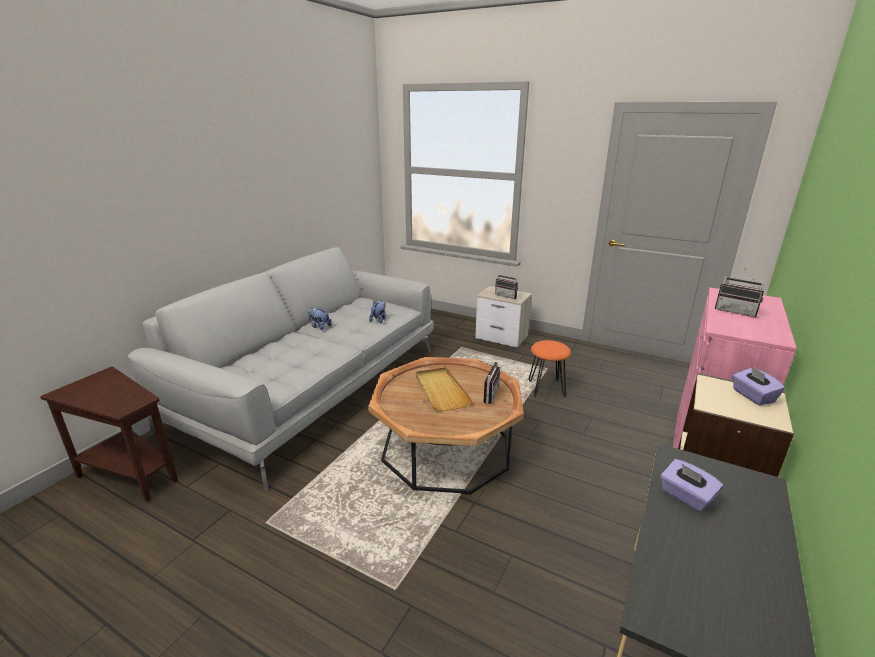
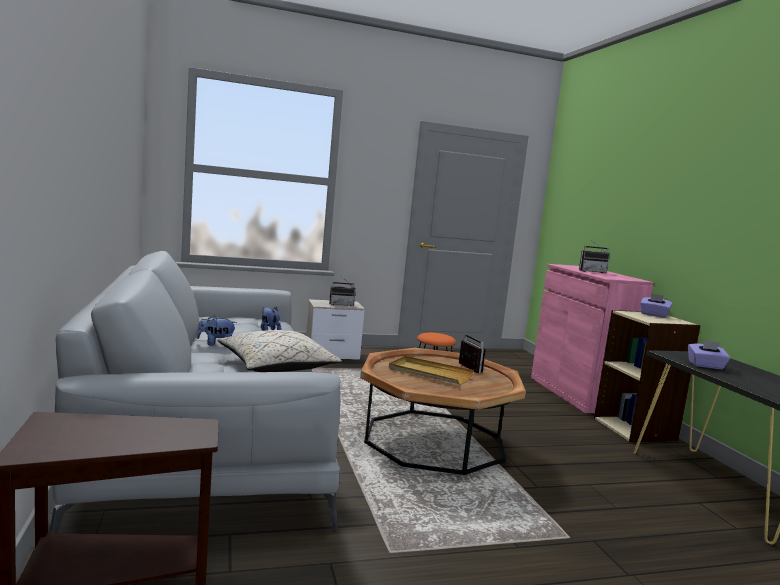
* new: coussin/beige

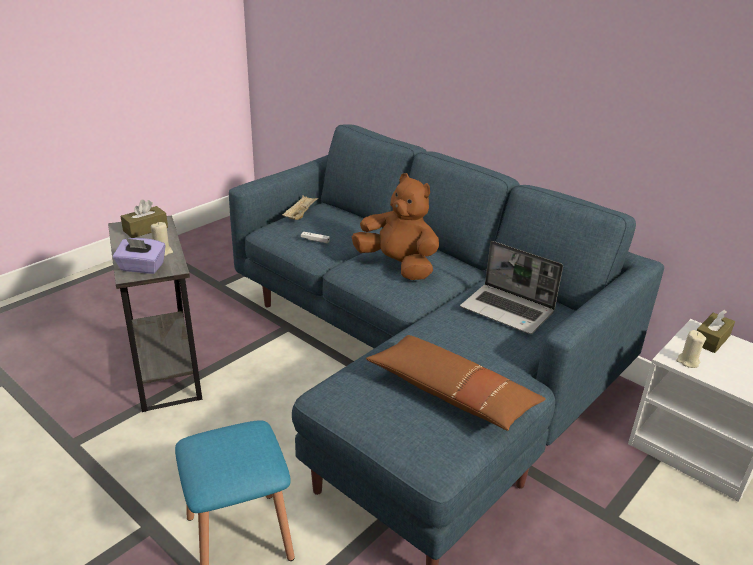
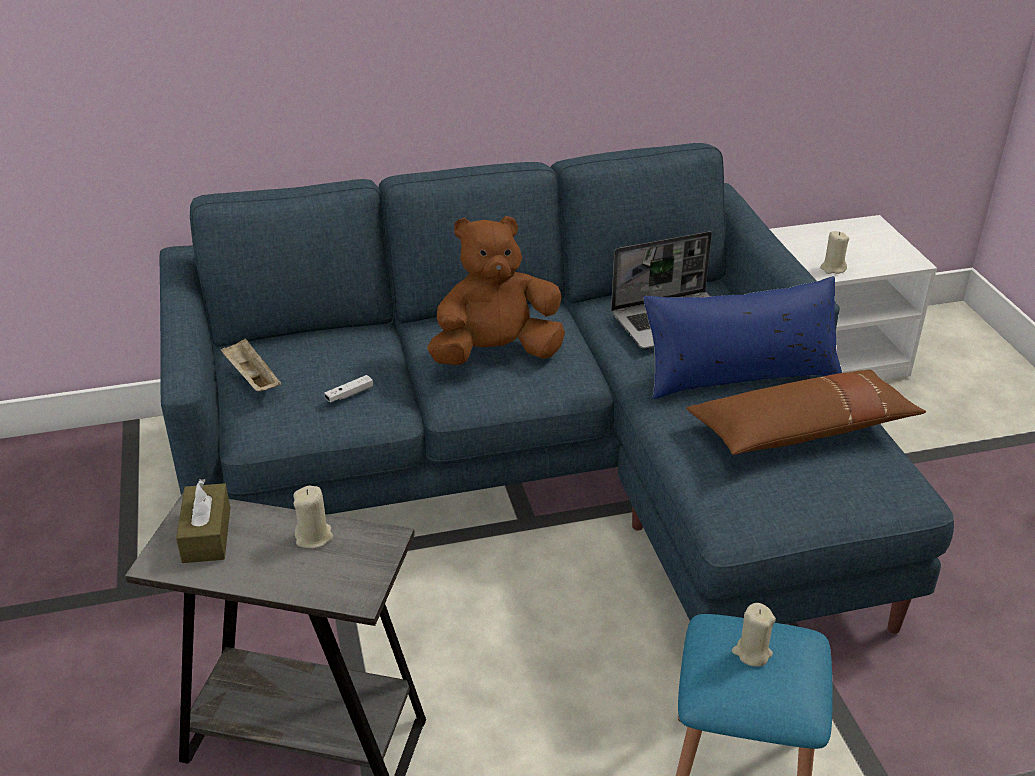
* gone: boîte à mouchoirs/violet
* gone: boîte à mouchoirs/marron (no. 2 from left)
* new: coussin/bleu
* new: bougie/beige (no. 2 from left)

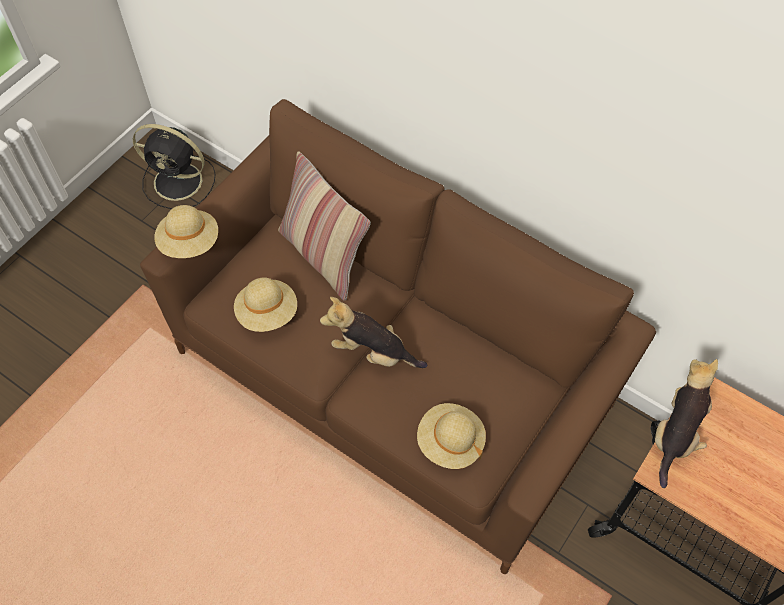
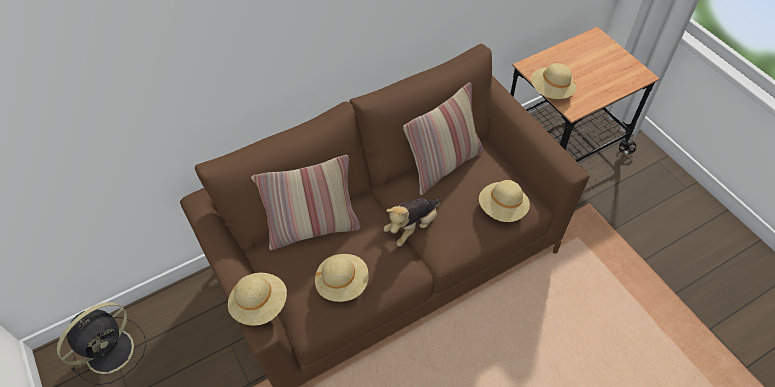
* new: coussin (no. 2 from left)
* swapped: peluche (no. 2 from left) to chapeau/beige (no. 4 from left)

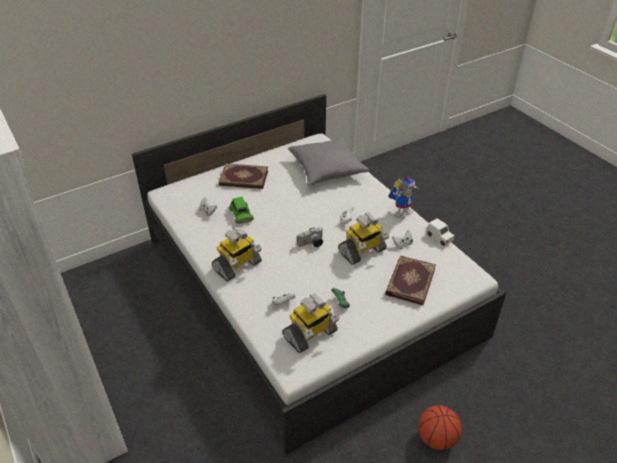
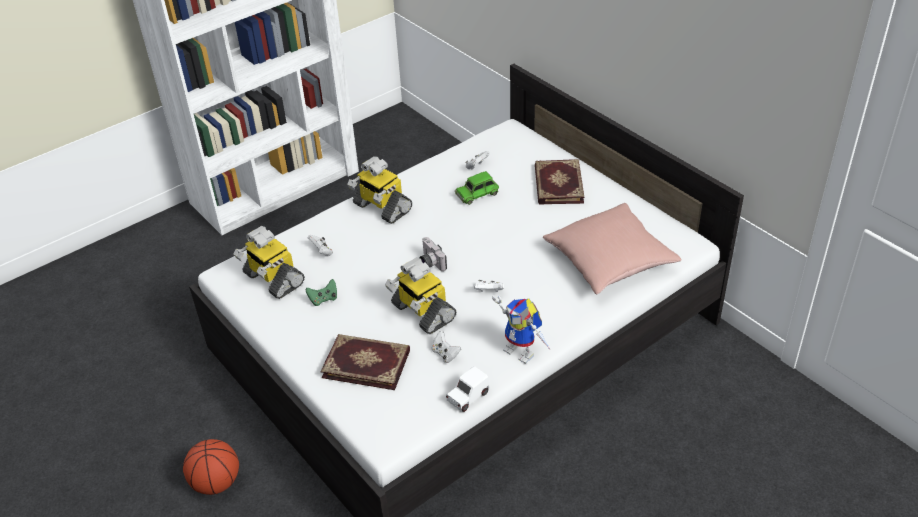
* repainted: coussin/gris to coussin/rose

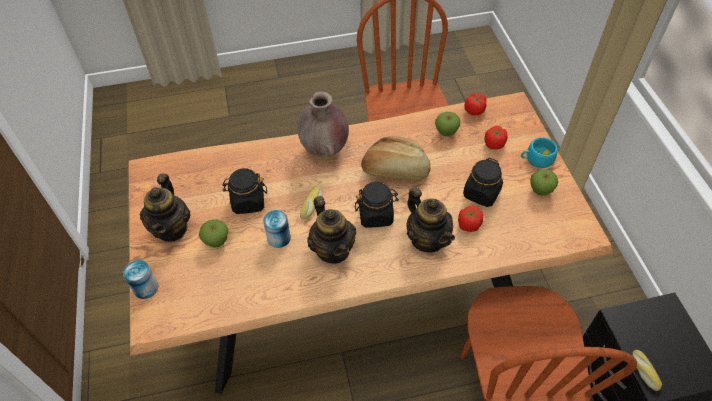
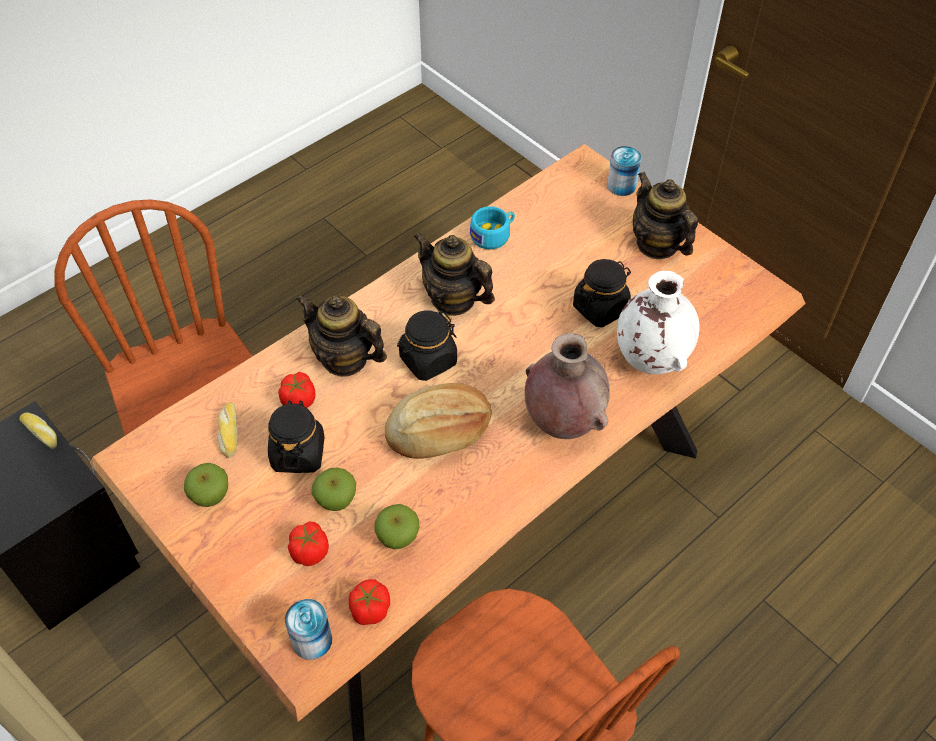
* new: vase/blanc
* shifted: pomme (no. 1 from left in the first image) to pomme (no. 2 from left)
* shifted: boîte métallique (no. 2 from left in the first image) to boîte métallique (no. 1 from left)
* shifted: pain (no. 1 from left in the first image) to pain (no. 2 from left)
* shifted: tasse/turquoise

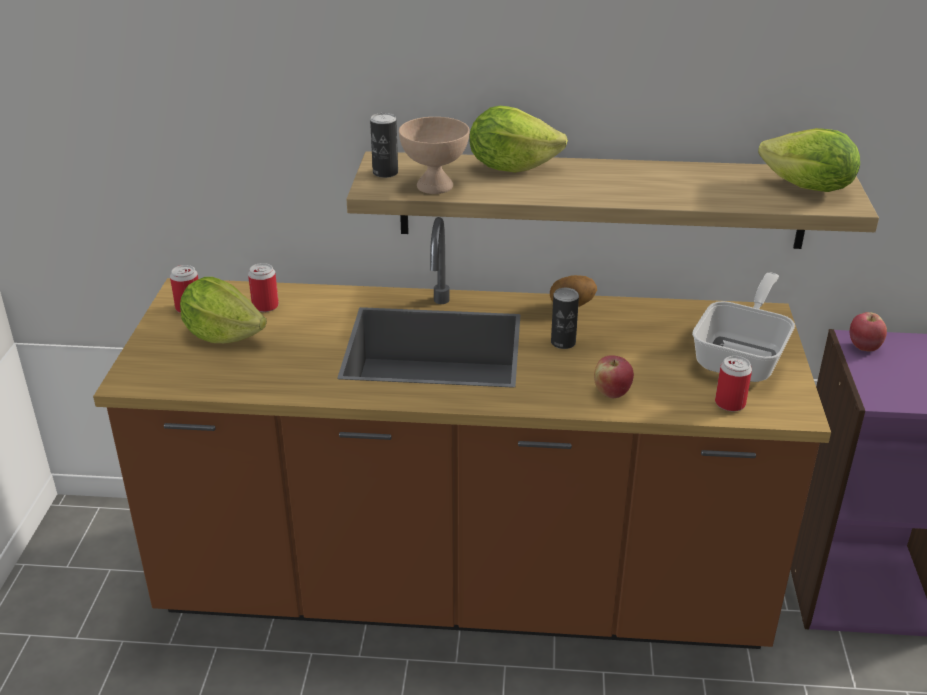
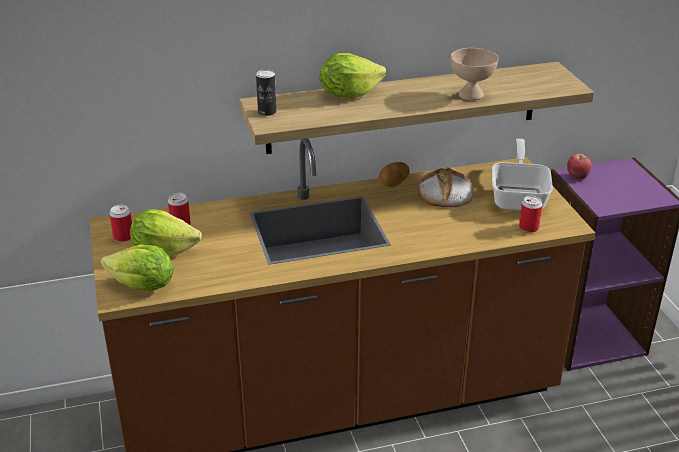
* gone: boîte métallique (no. 4 from left)
* gone: pomme (no. 1 from left)
* new: pain
* shifted: bol/beige
* shifted: laitue (no. 3 from left in the first image) to laitue (no. 1 from left)

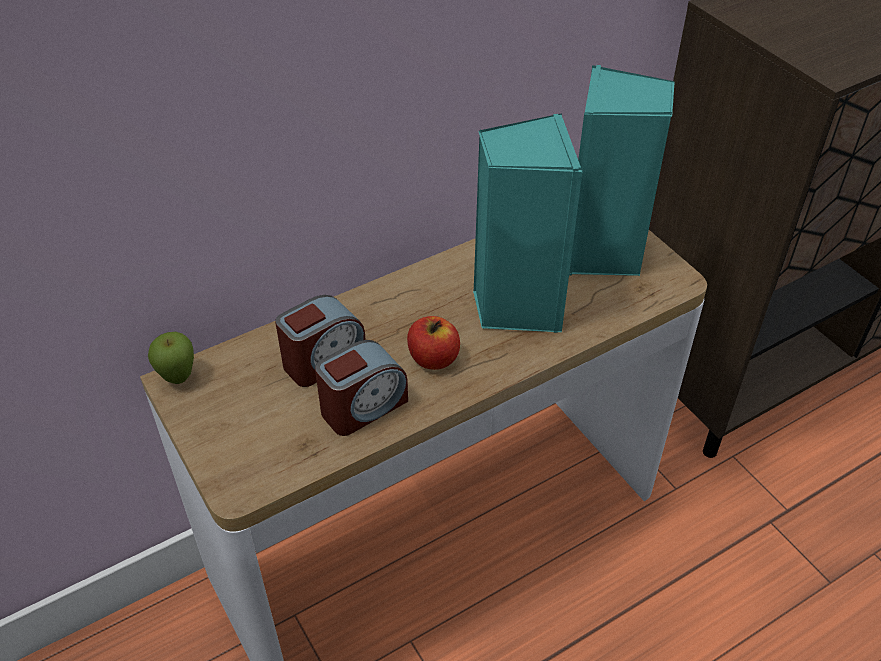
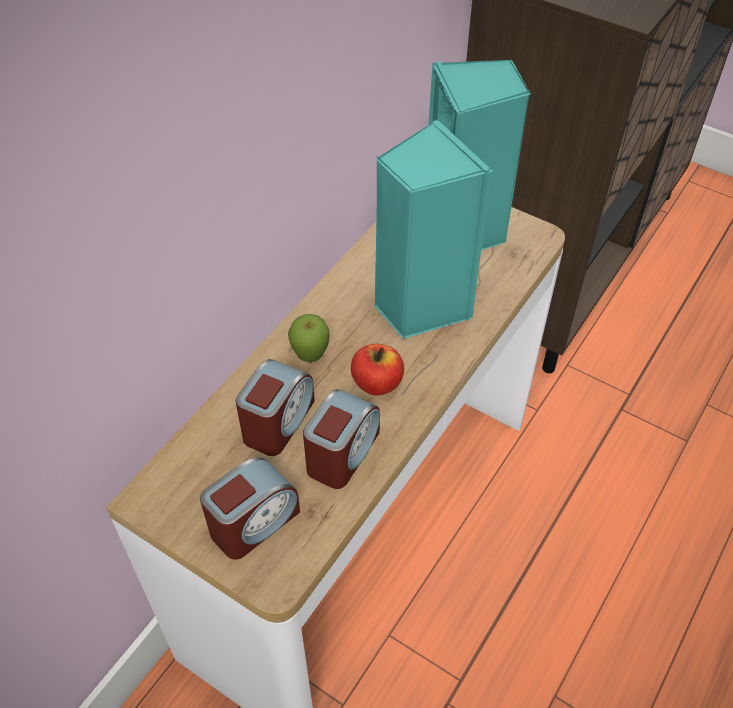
* new: réveil (no. 1 from left)
* shifted: pomme (no. 1 from left)

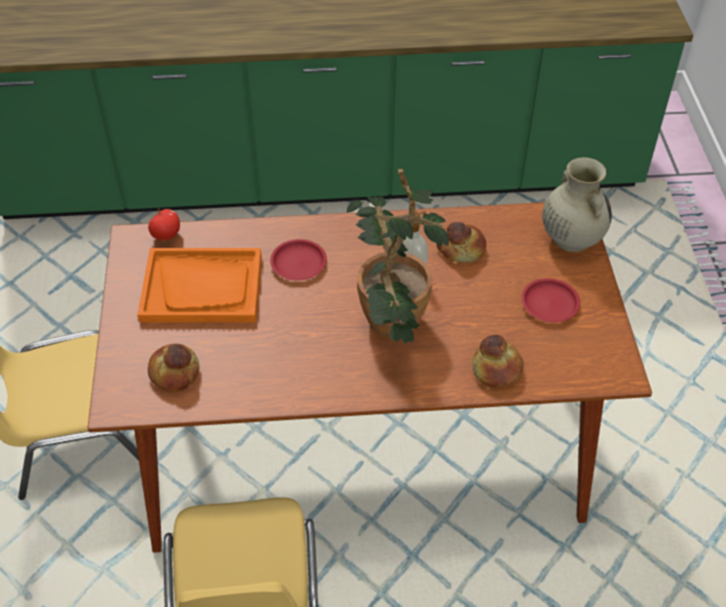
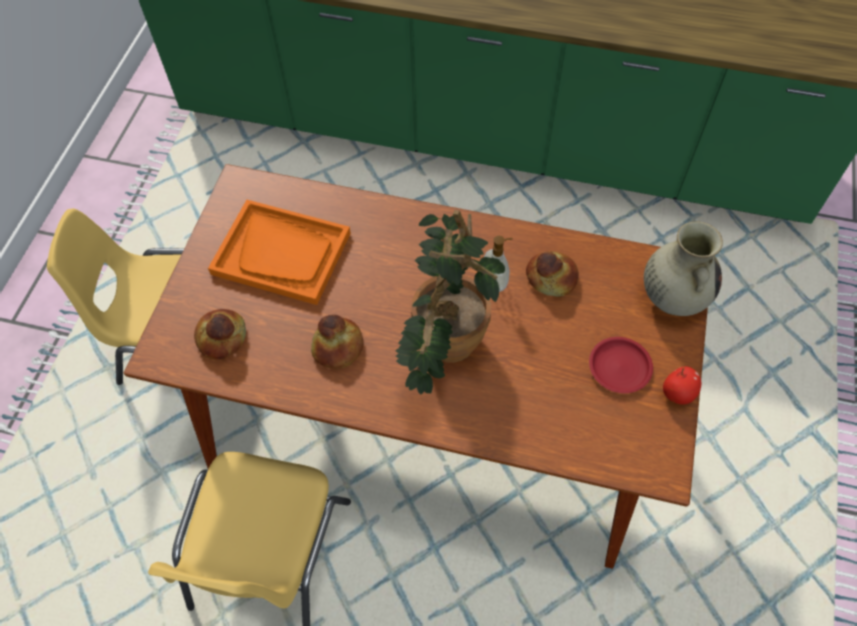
* gone: assiette/rouge (no. 1 from left)
* shifted: pomme
* shifted: pain (no. 3 from left in the first image) to pain (no. 2 from left)

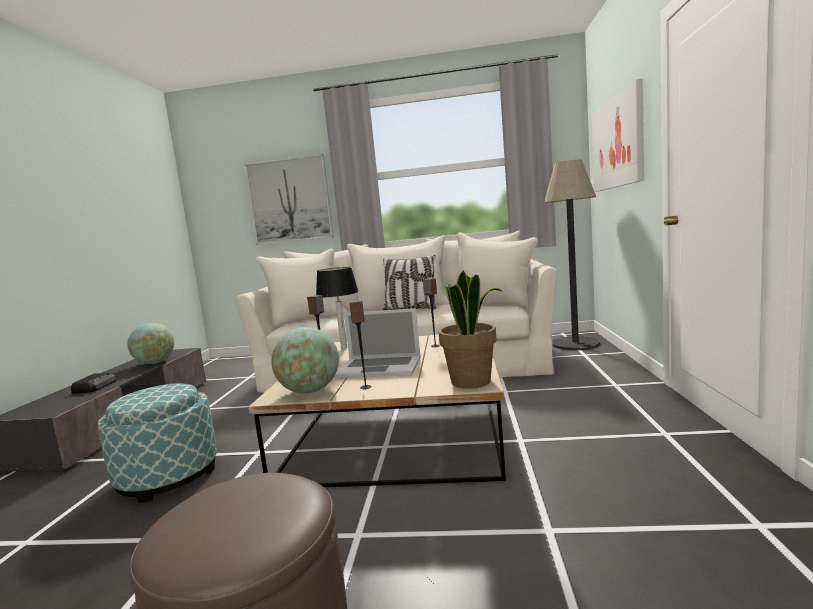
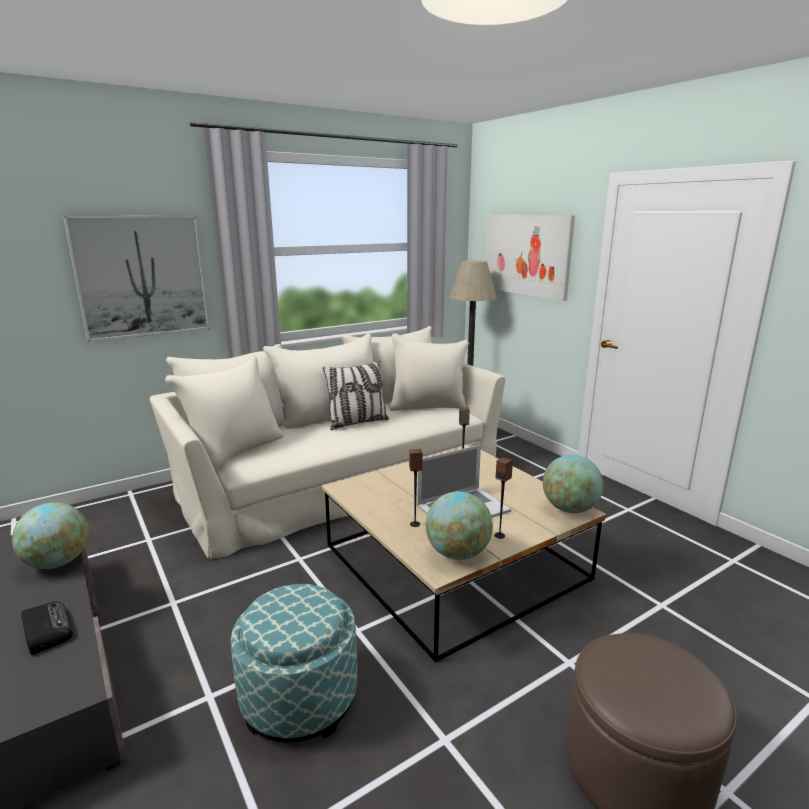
* gone: lampe de table
* swapped: plante en pot to globe (no. 3 from left)

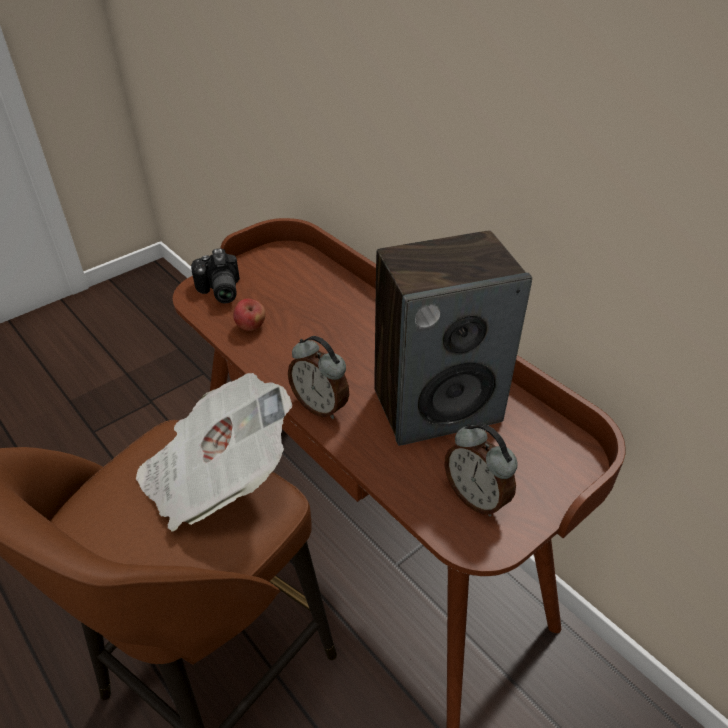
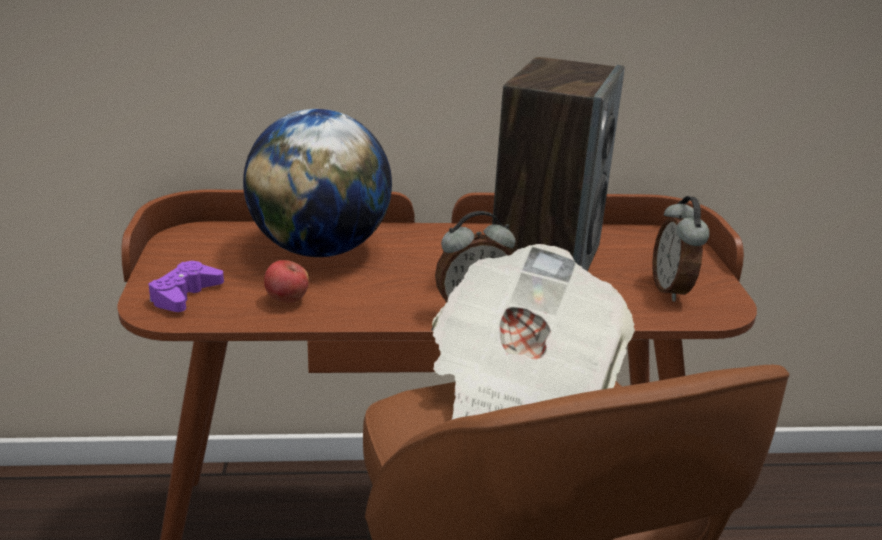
* new: globe
* swapped: appareil photo to manette/violet
* rotated: réveil (no. 2 from left) 90 degrees clockwise

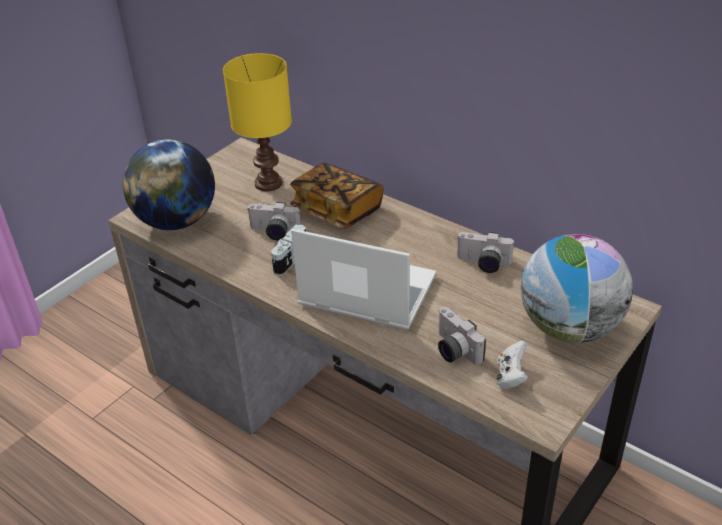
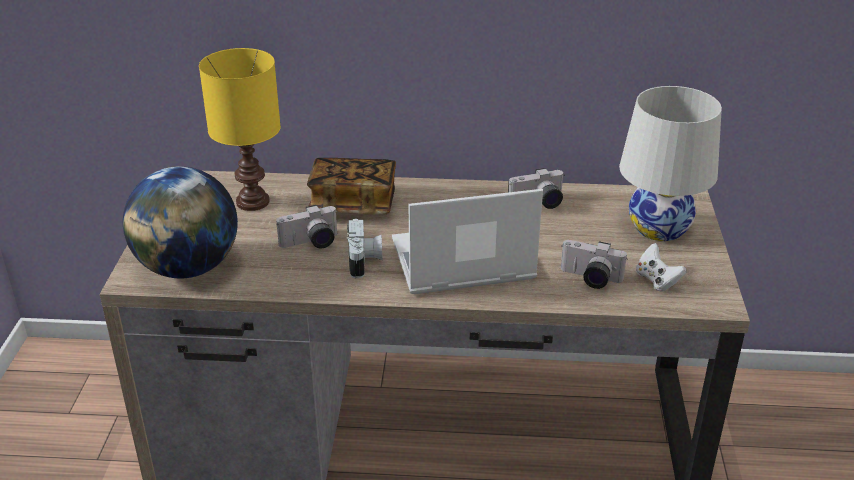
* swapped: globe (no. 2 from left) to lampe de table/blanc

